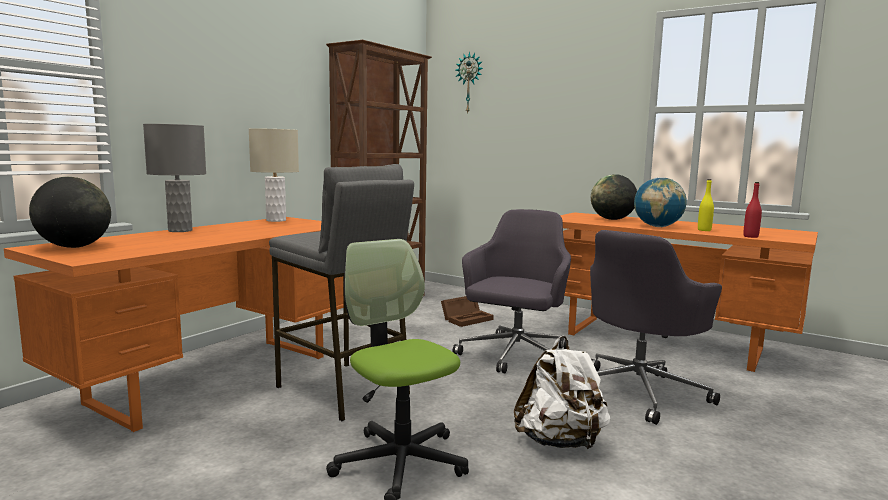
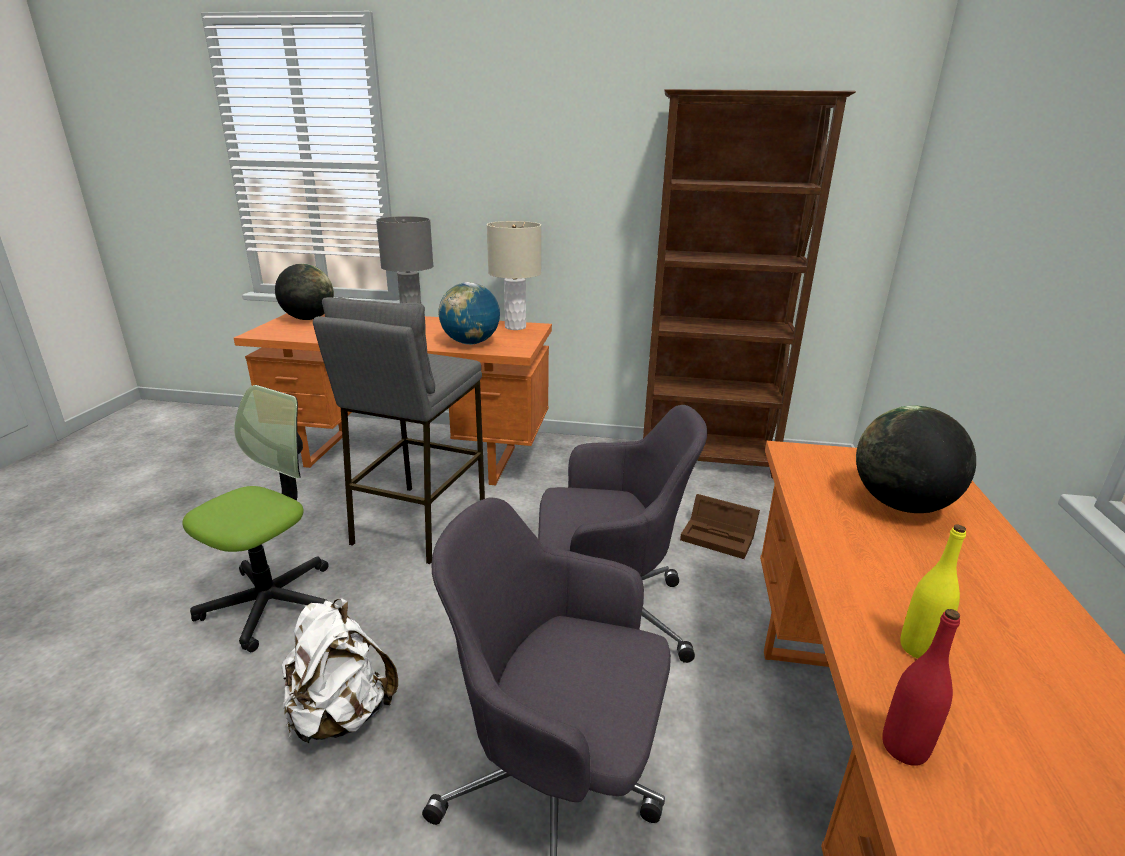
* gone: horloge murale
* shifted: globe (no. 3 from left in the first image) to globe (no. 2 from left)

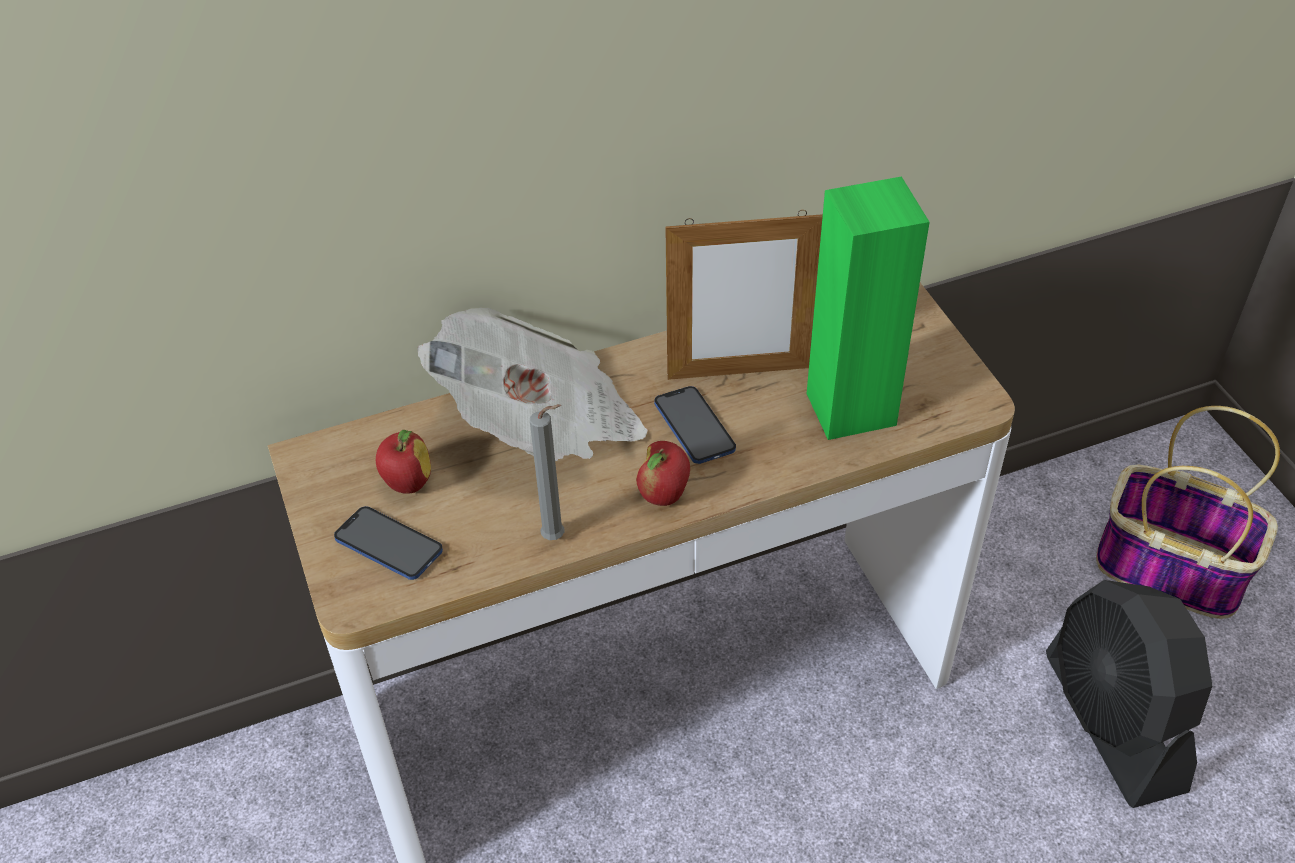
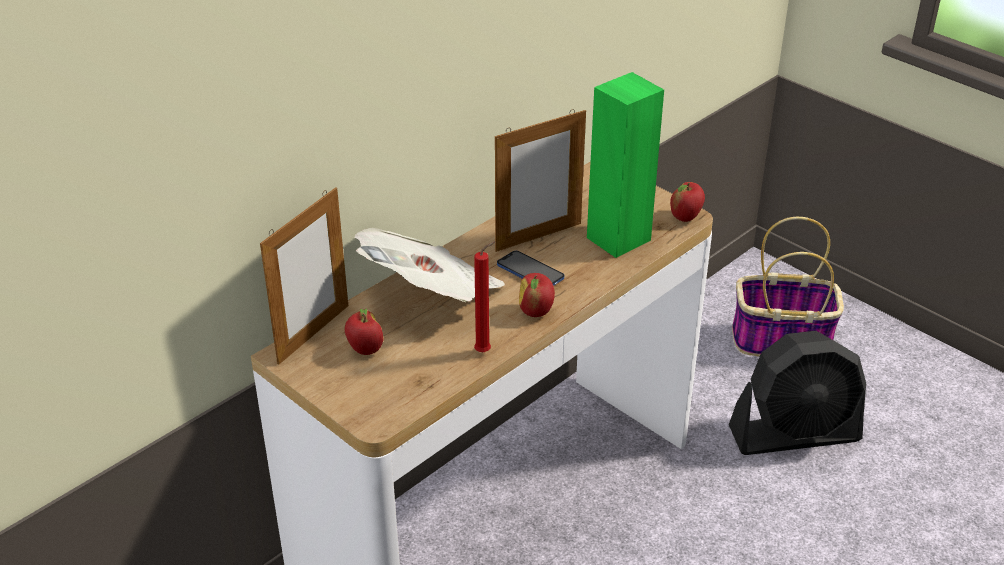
* gone: téléphone (no. 1 from left)
* new: cadre photo (no. 1 from left)
* new: pomme (no. 3 from left)
* repainted: bougie/gris to bougie/rouge
* rotated: ventilateur/noir 60 degrees counterclockwise

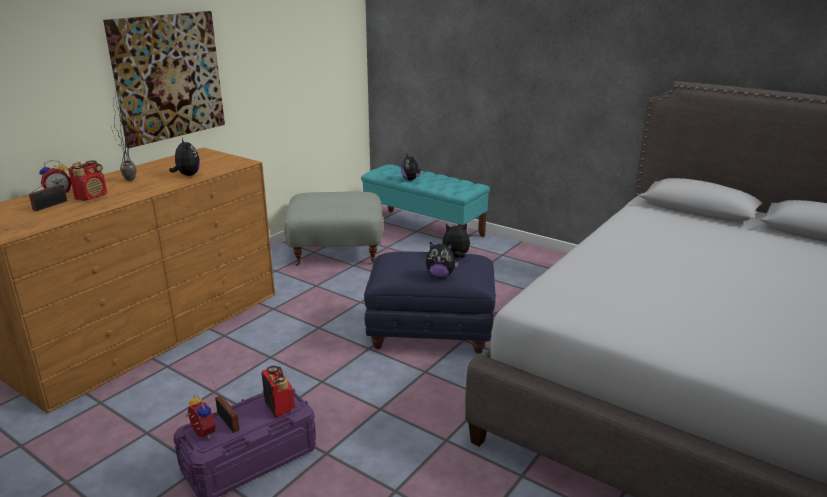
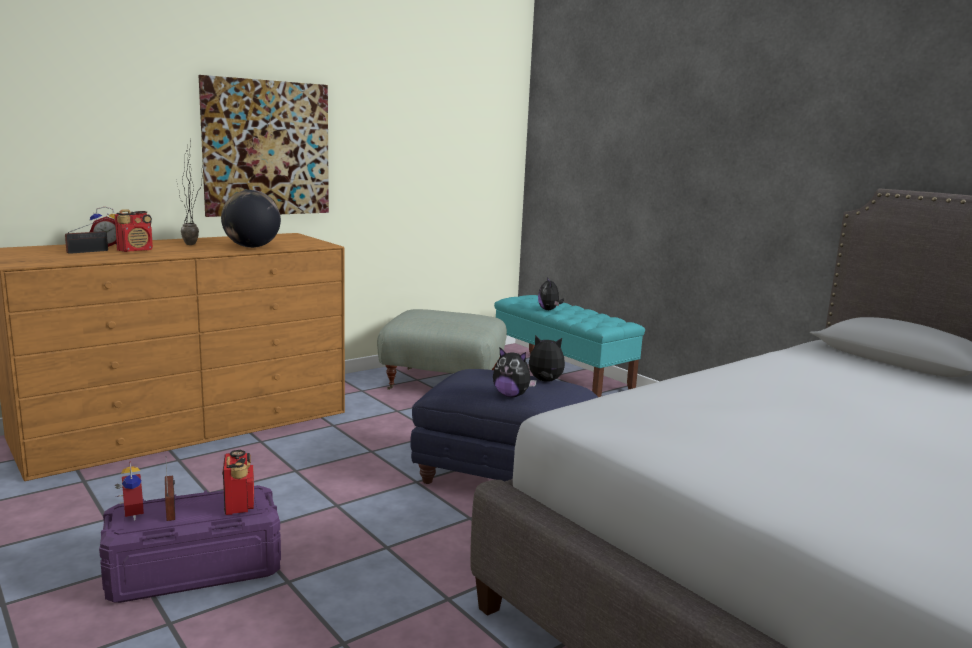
* swapped: peluche (no. 1 from left) to globe

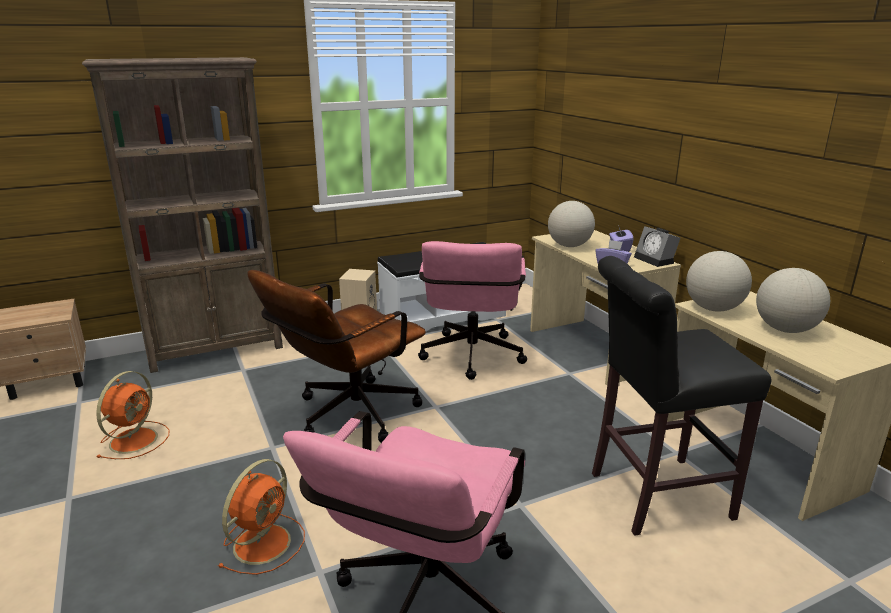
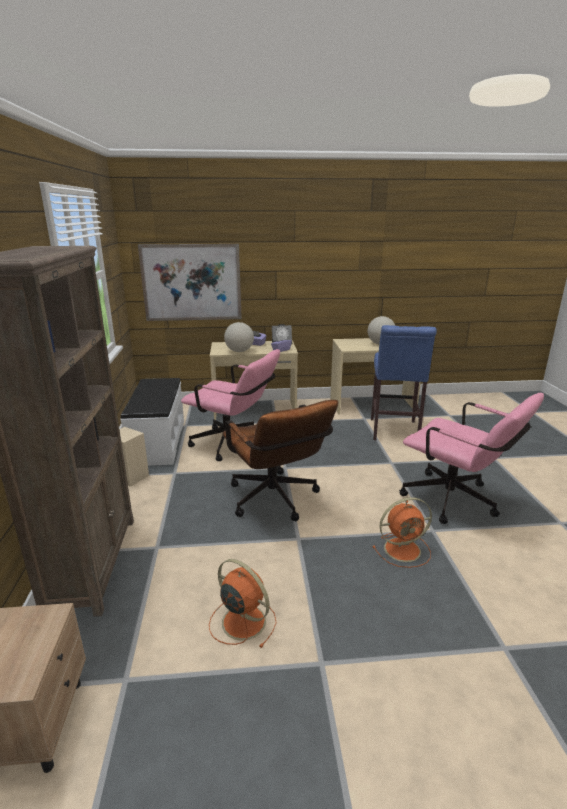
* gone: globe (no. 2 from left)
* new: tableau
* repainted: tabouret/noir to tabouret/bleu
* rotated: ventilateur/orange (no. 2 from left) 120 degrees clockwise

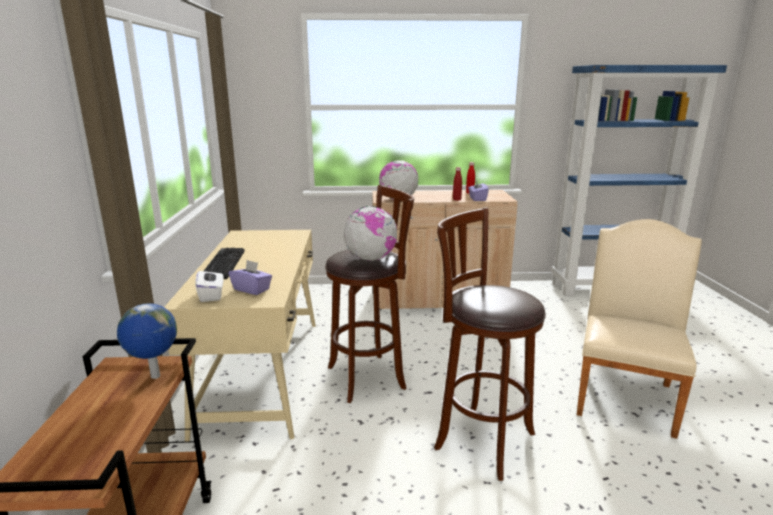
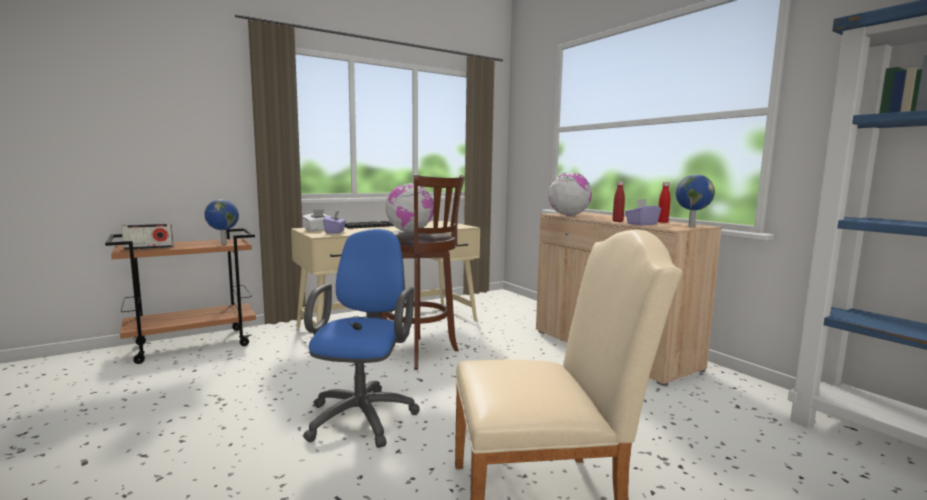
* new: radio
* new: globe (no. 4 from left)
* swapped: tabouret/marron (no. 2 from left) to chaise de bureau/bleu

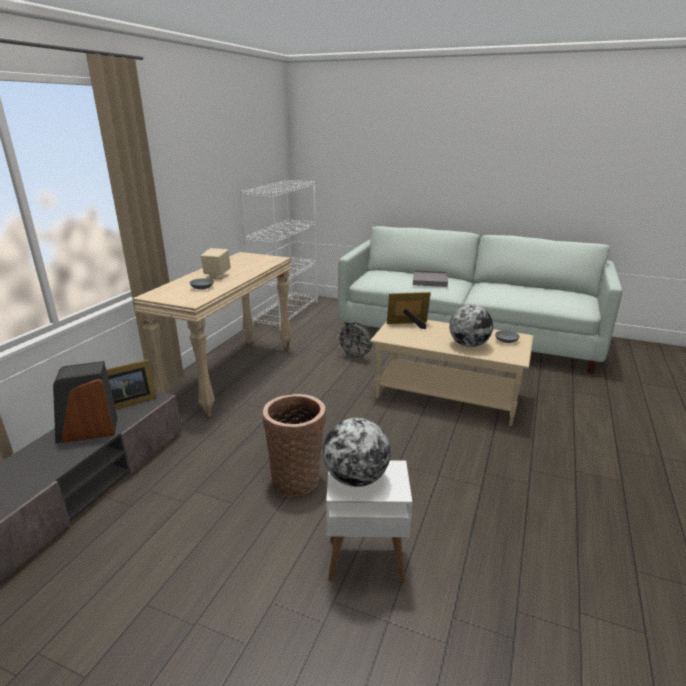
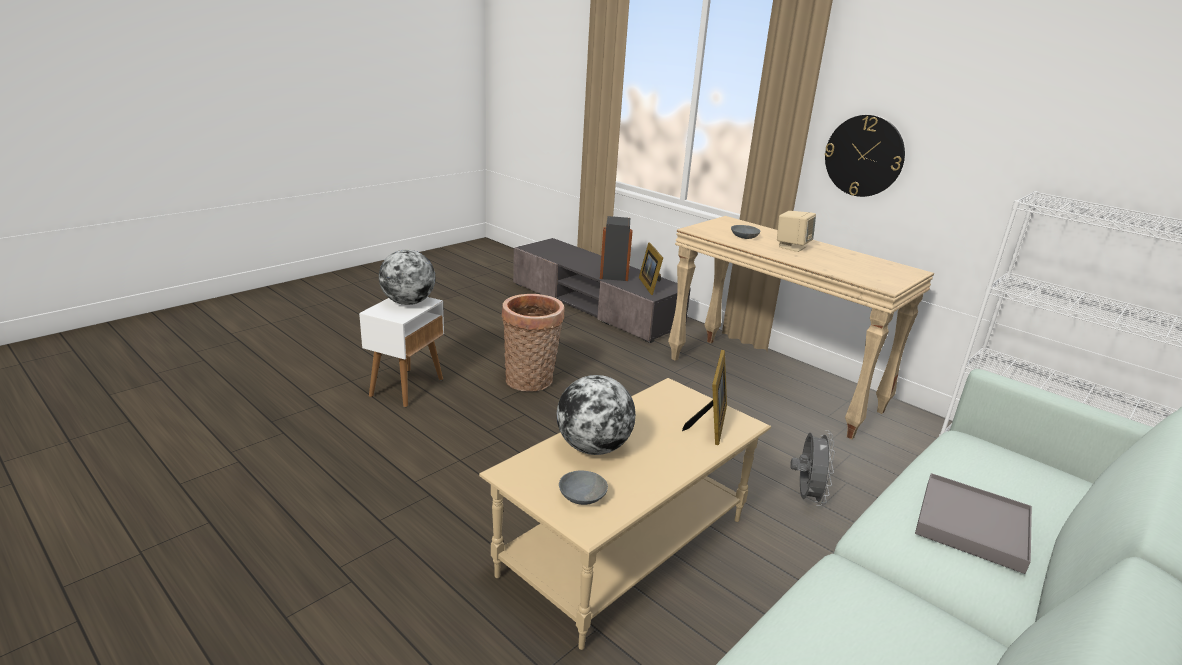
* new: horloge murale
* rotated: ventilateur/gris 135 degrees clockwise

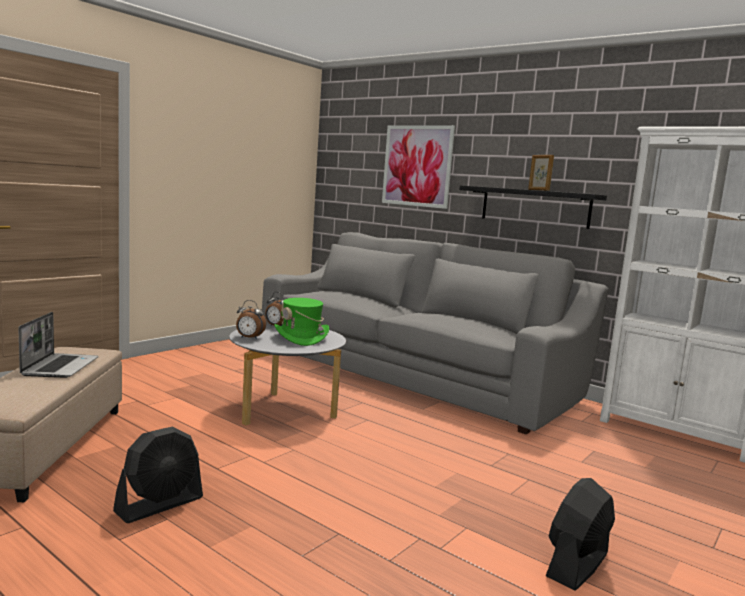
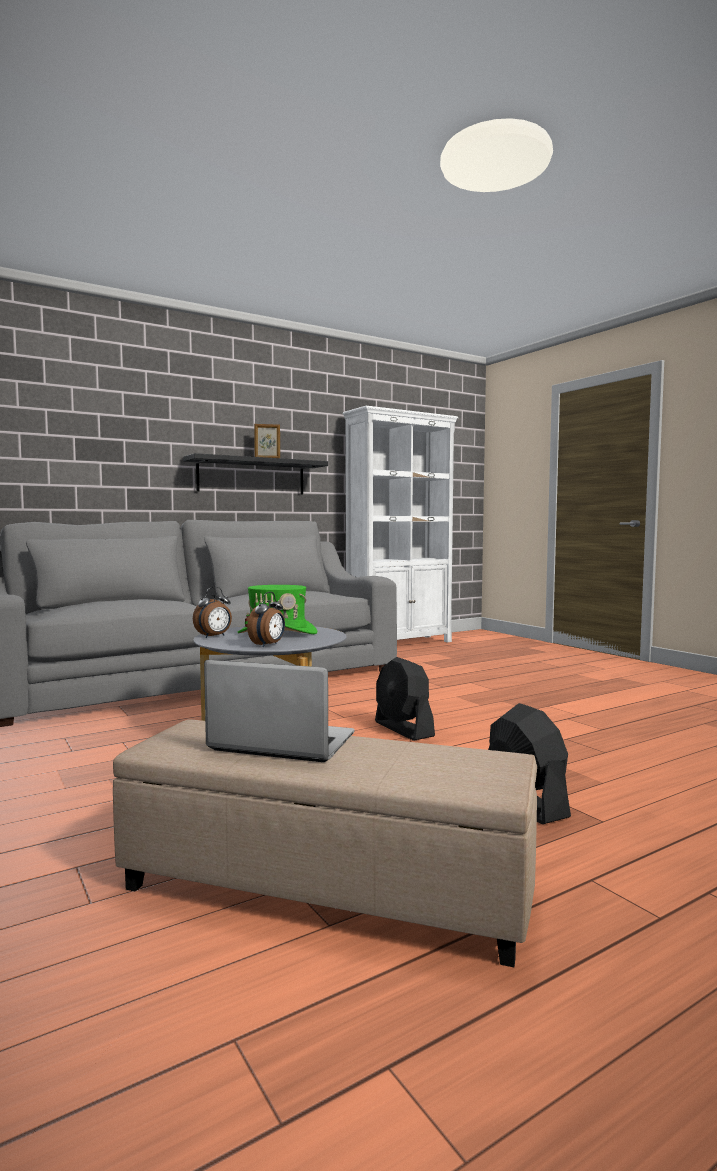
* gone: tableau
* shifted: ventilateur/noir (no. 2 from left in the first image) to ventilateur/noir (no. 1 from left)

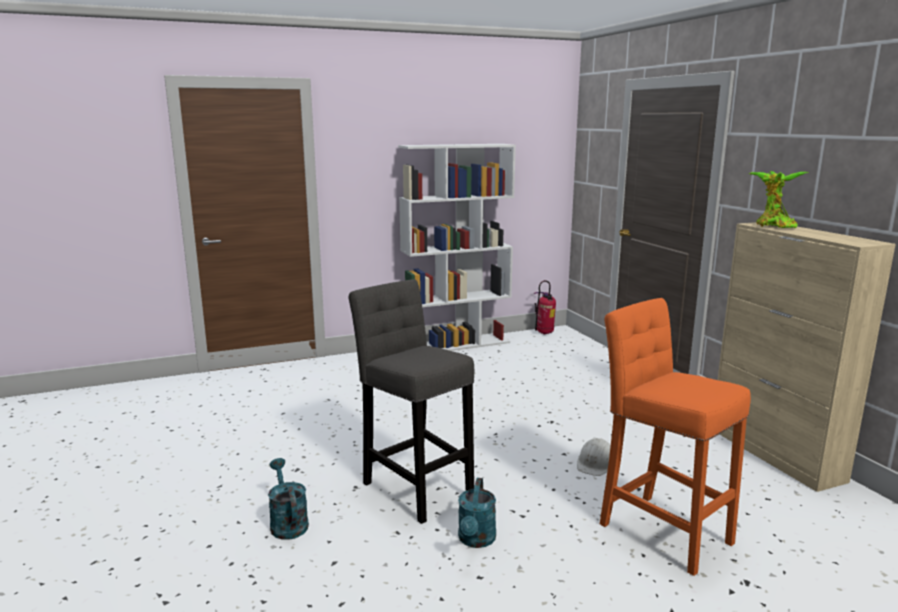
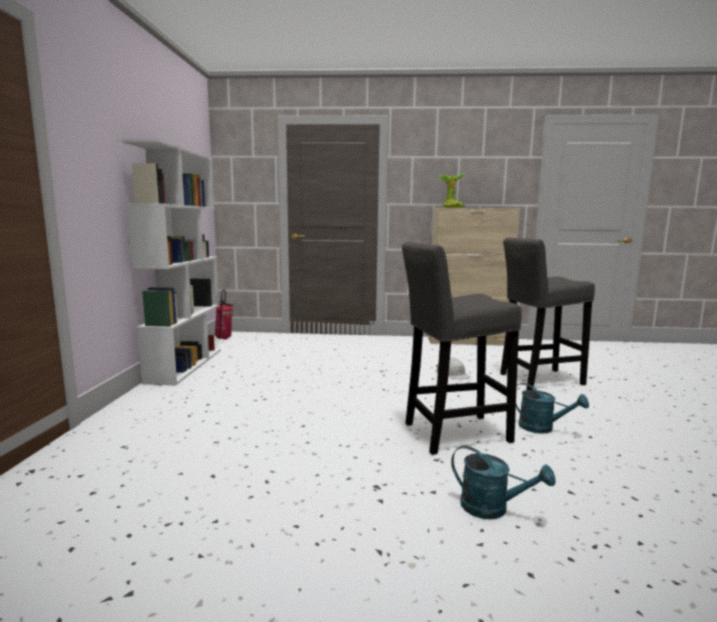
* repainted: tabouret/orange to tabouret/gris (no. 2 from left)
* rotated: arrosoir/turquoise (no. 1 from left) 150 degrees counterclockwise

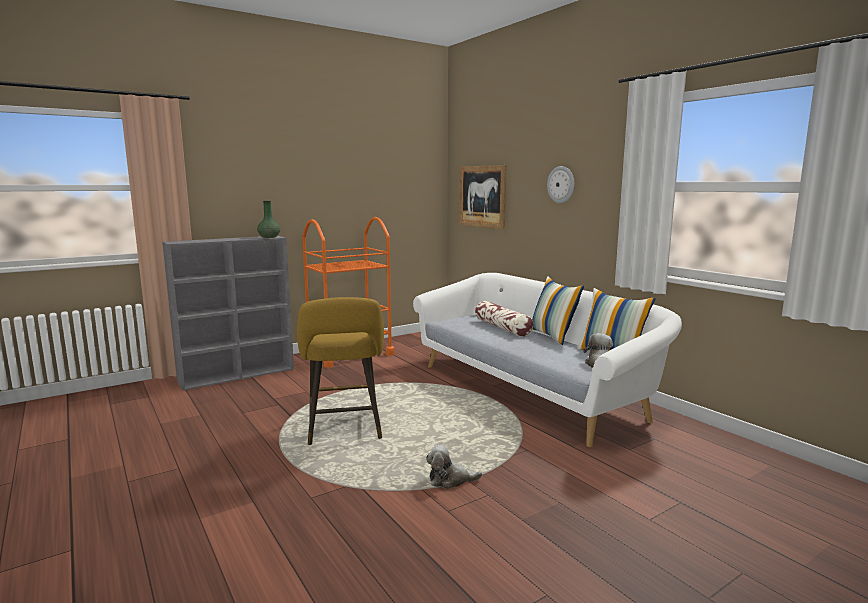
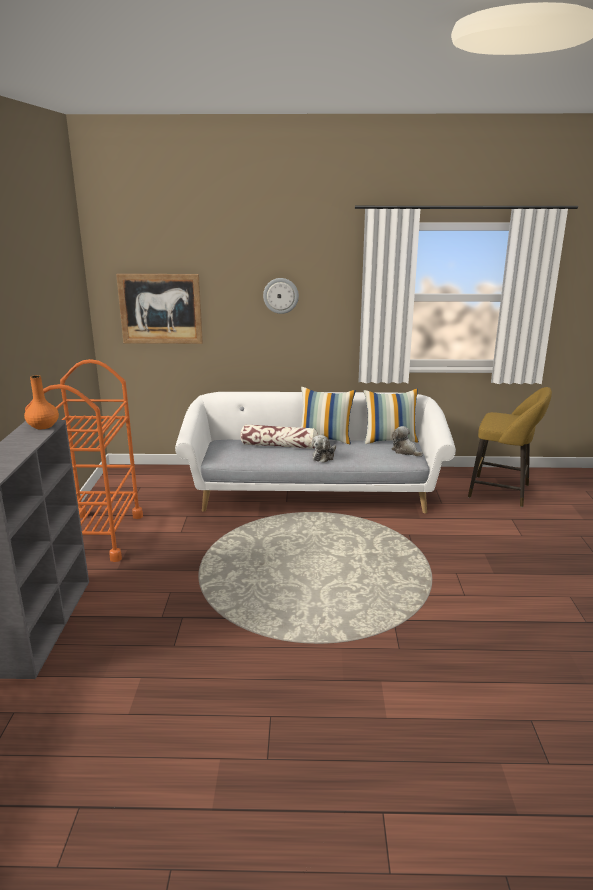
* shifted: tabouret/jaune
* shifted: peluche (no. 1 from left)
* repainted: vase/vert to vase/orange

